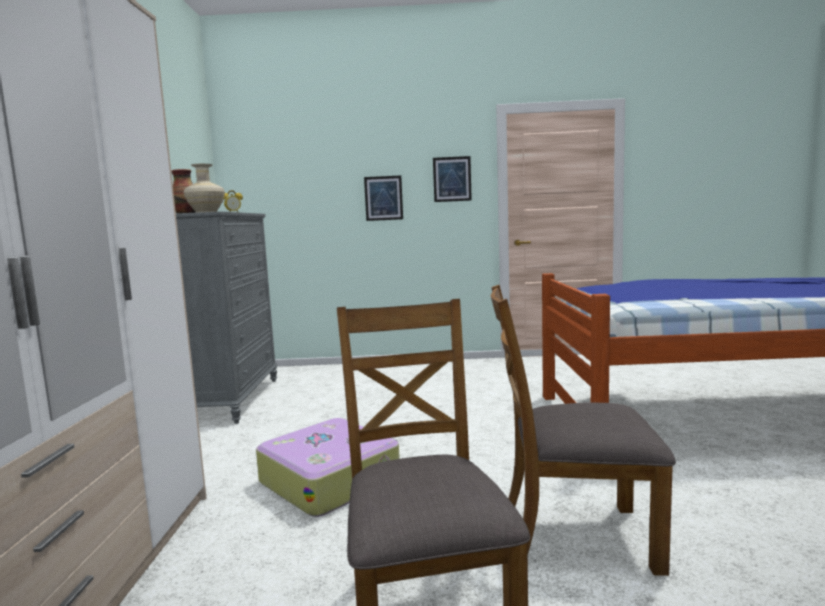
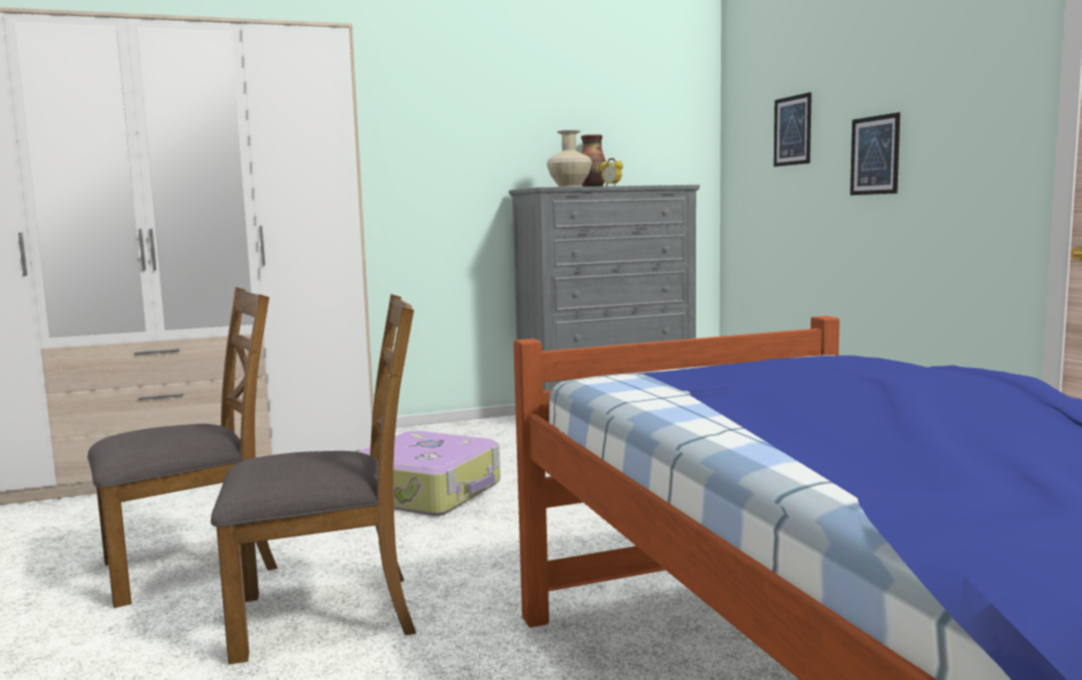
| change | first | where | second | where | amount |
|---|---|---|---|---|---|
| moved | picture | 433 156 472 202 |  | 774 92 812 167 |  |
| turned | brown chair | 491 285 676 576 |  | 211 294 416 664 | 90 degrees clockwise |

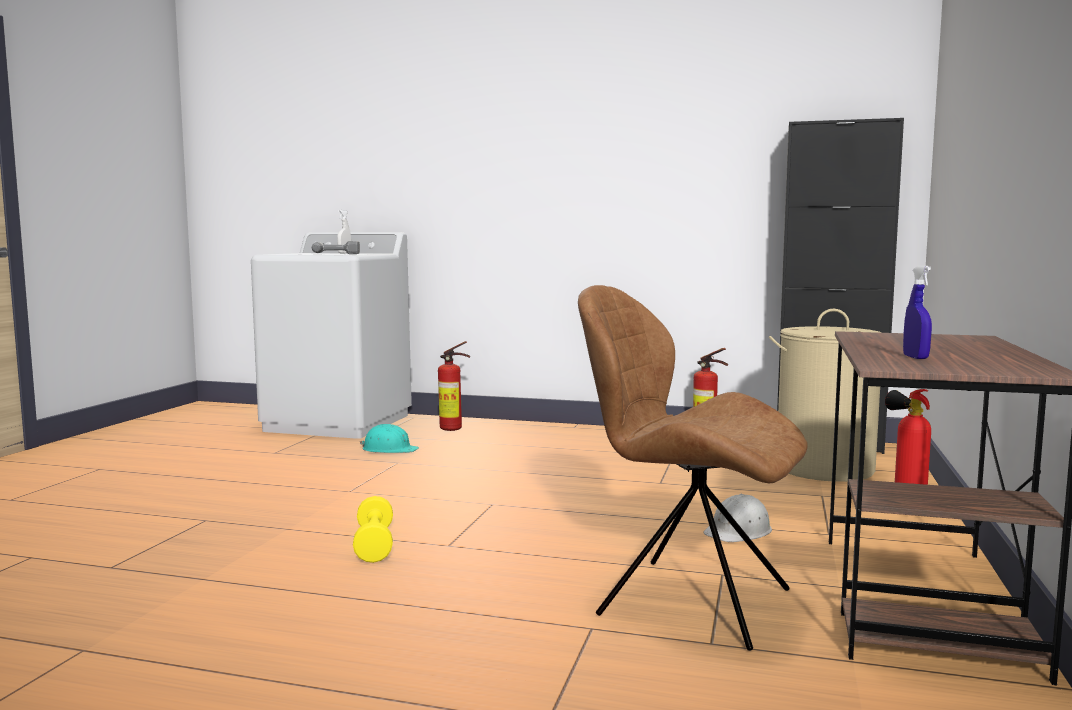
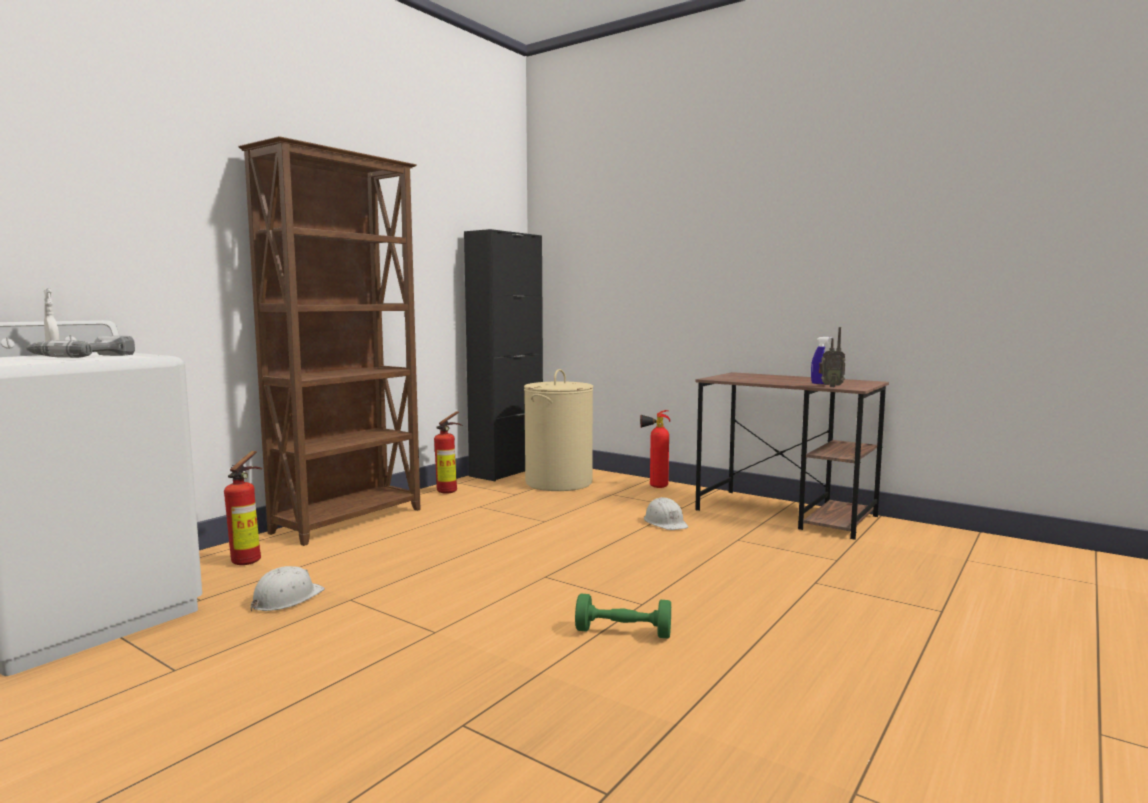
| change | first | where | second | where | amount |
|---|---|---|---|---|---|
| recoloured | yellow dumbbell | 353 496 393 563 | green dumbbell | 575 594 671 639 |  |
| recoloured | turquoise hard hat | 360 424 419 453 | white hard hat | 251 566 325 612 |  |
| removed | brown chair | 578 285 808 651 |  |  |  |
| added |  |  | brown bookcase | 238 136 421 546 |  |
| added |  |  | radio | 819 327 846 387 |  |

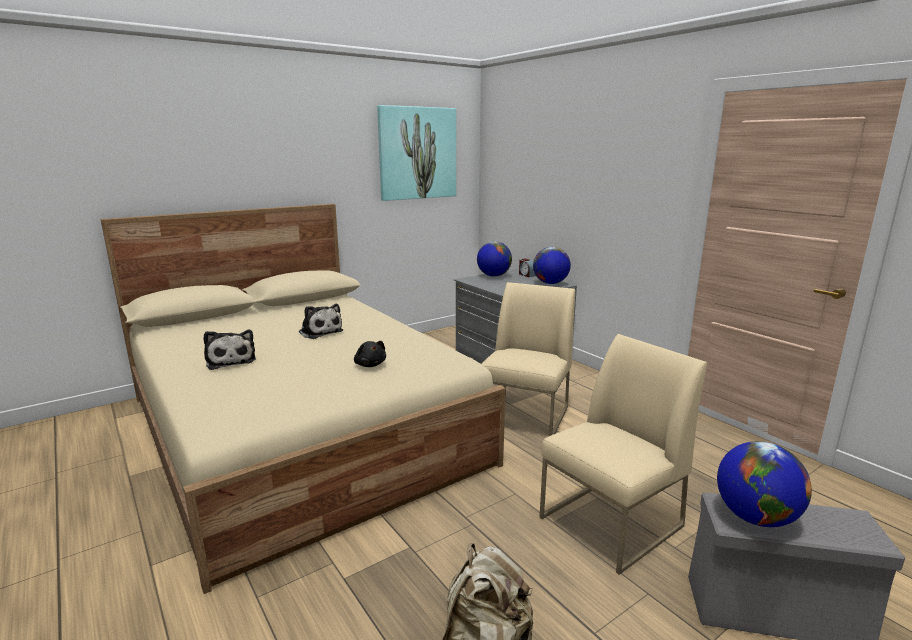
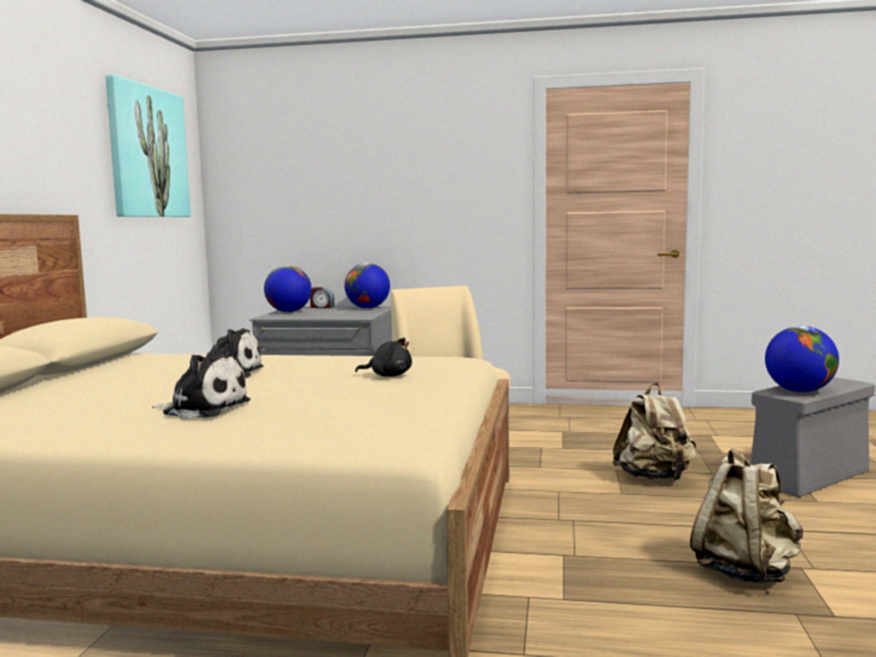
| change | first | where | second | where | amount |
|---|---|---|---|---|---|
| replaced | beige chair | 540 334 707 575 | beige backpack | 613 383 697 480 |  |

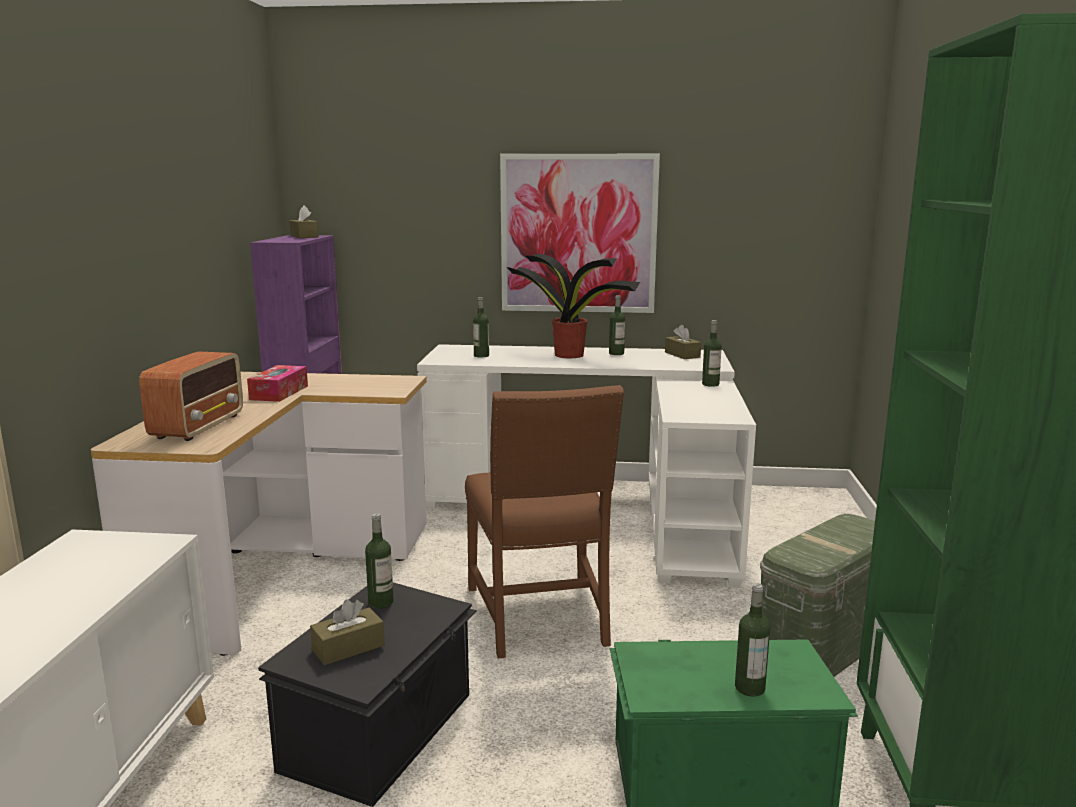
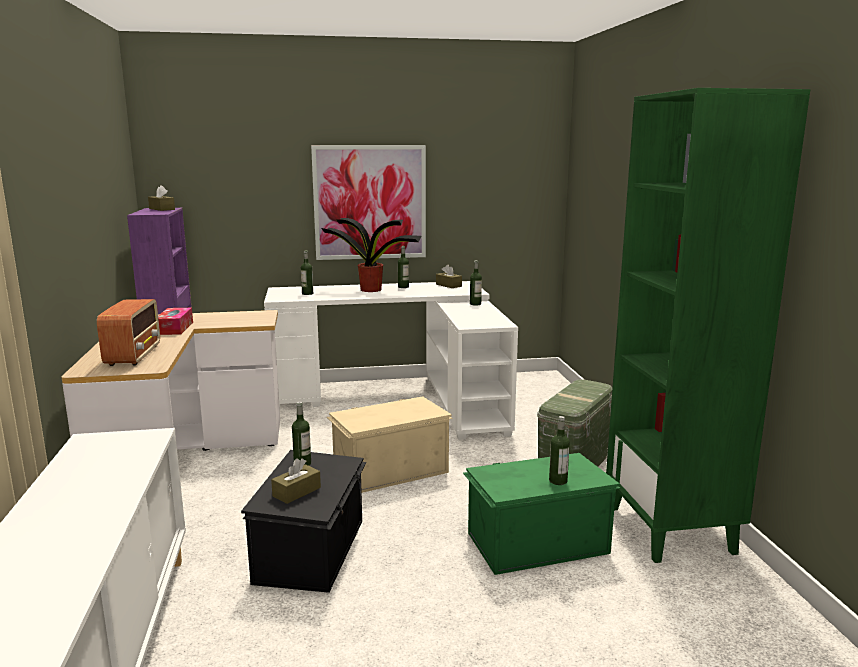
| change | first | where | second | where | amount |
|---|---|---|---|---|---|
| replaced | brown chair | 465 385 624 658 | beige storage box | 327 396 453 493 |  |

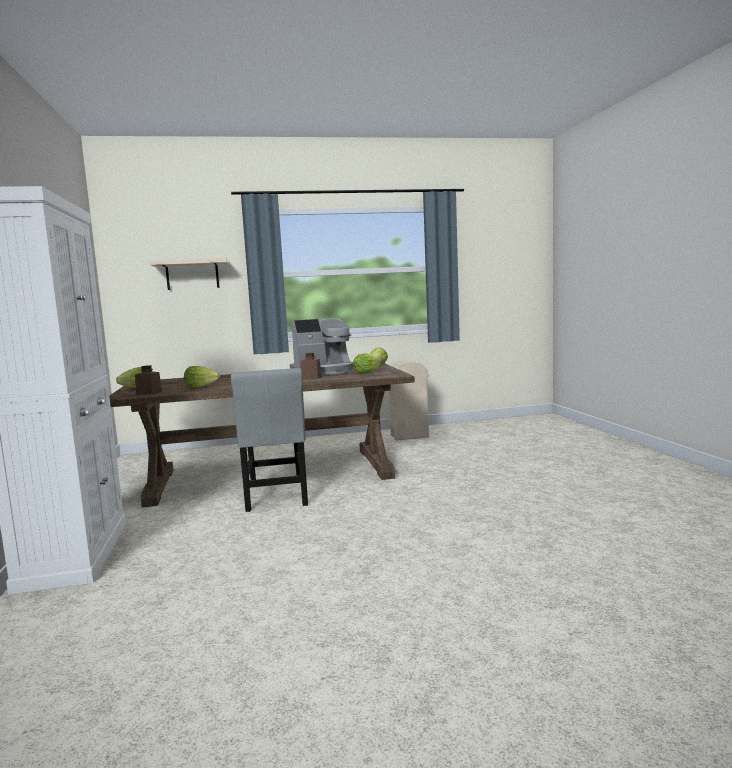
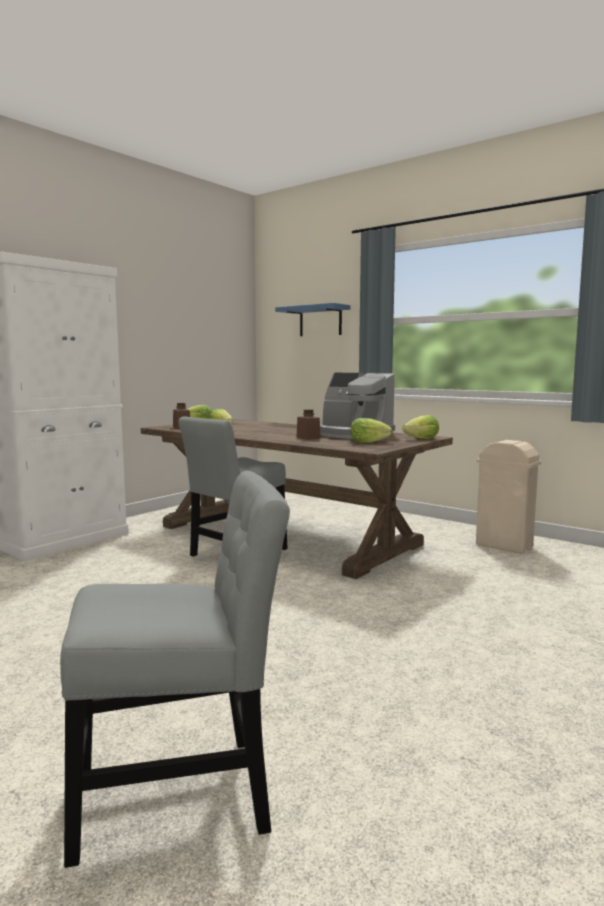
| change | first | where | second | where | amount |
|---|---|---|---|---|---|
| recoloured | beige shelf | 150 258 228 290 | blue shelf | 275 303 351 336 |  |
| added |  |  | grey chair | 60 470 290 868 |  |

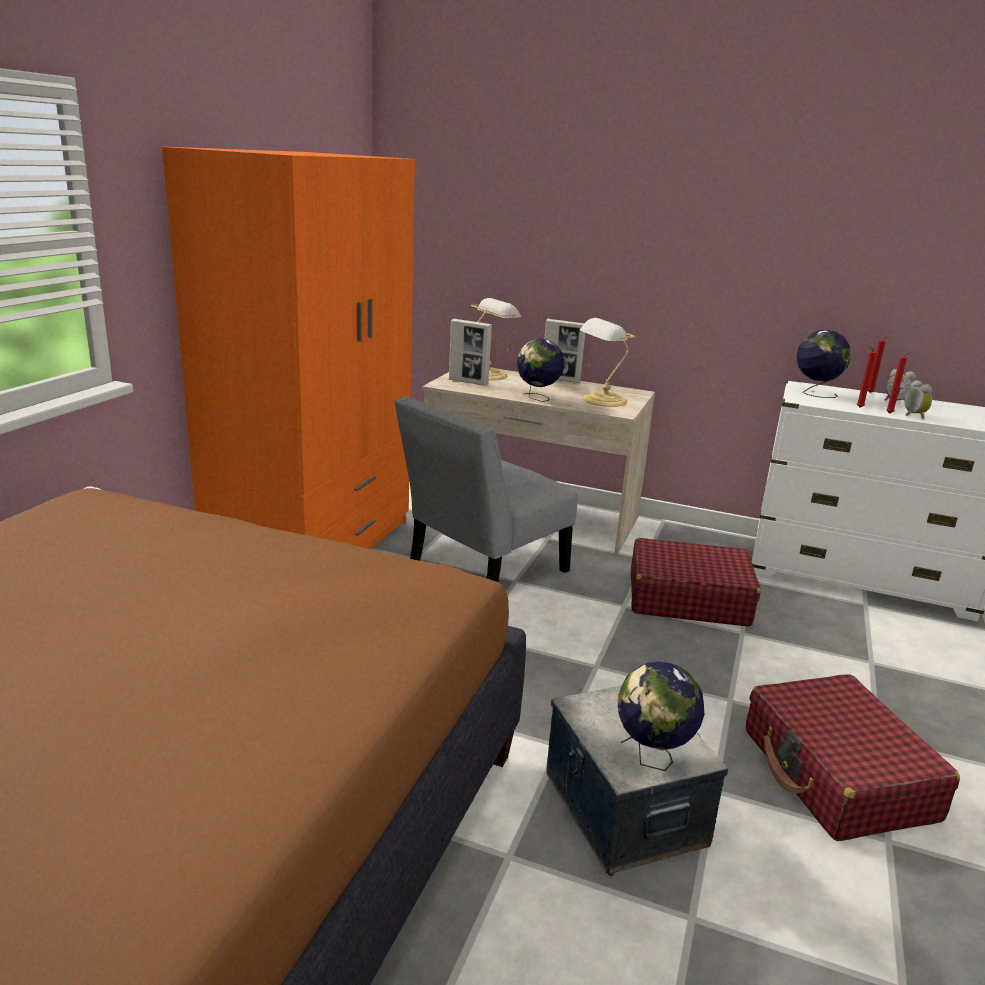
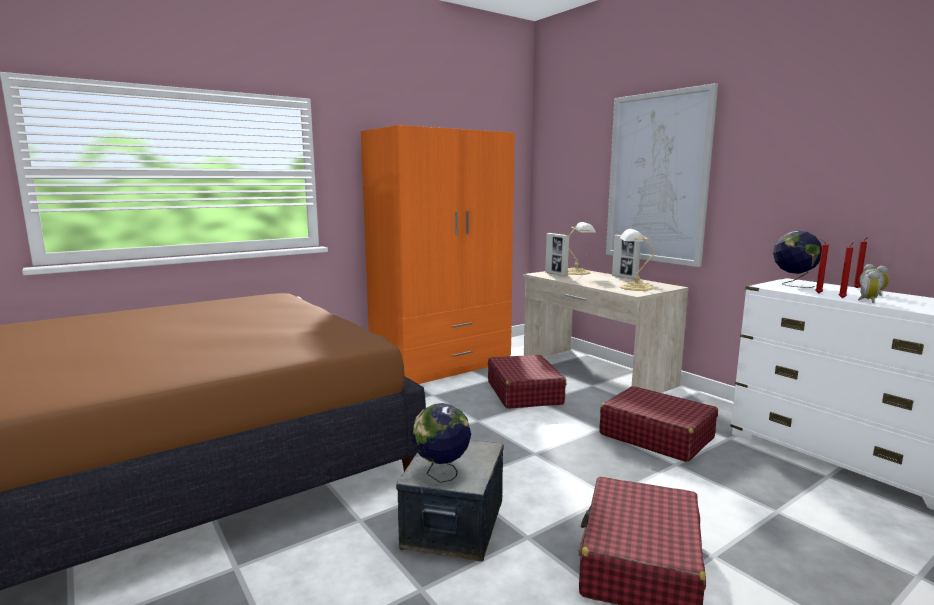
| change | first | where | second | where | amount |
|---|---|---|---|---|---|
| replaced | grey chair | 394 396 578 582 | red suitcase | 488 355 566 409 |  |
| removed | globe | 516 339 565 402 |  |  |  |
| added |  |  | picture | 606 83 718 267 |  |

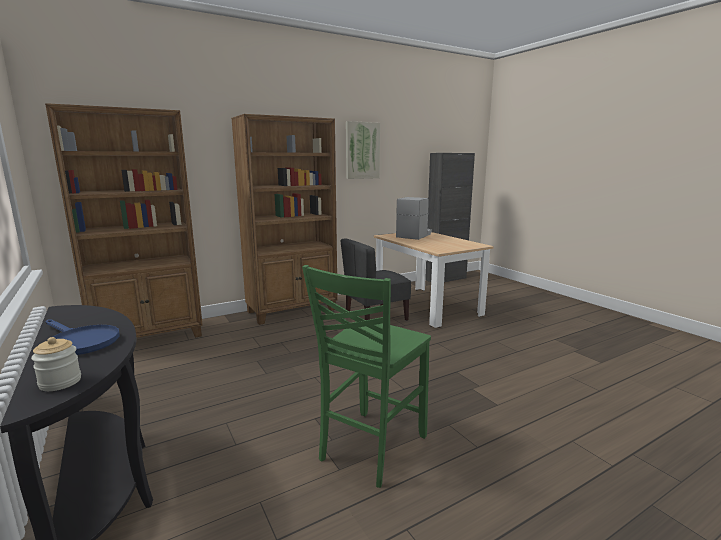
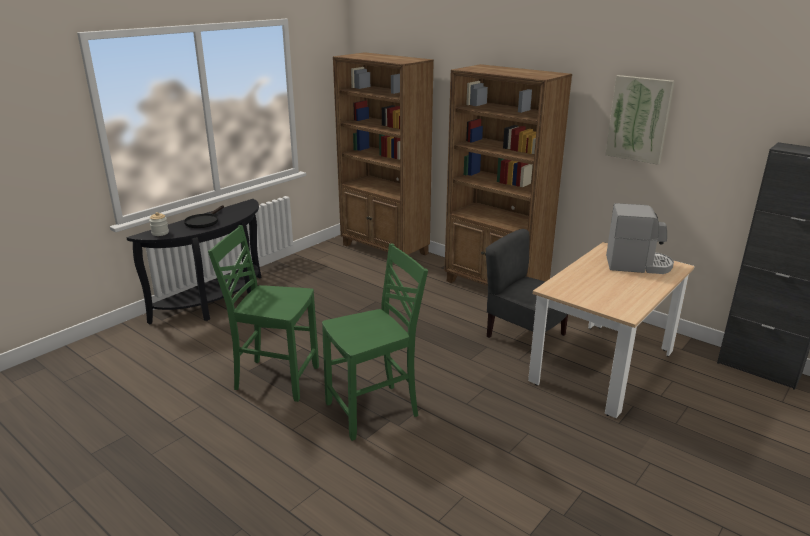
| change | first | where | second | where | amount |
|---|---|---|---|---|---|
| recoloured | blue frying pan | 46 319 119 355 | black frying pan | 184 205 224 228 |  |
| added |  |  | green chair | 322 244 428 441 |  |

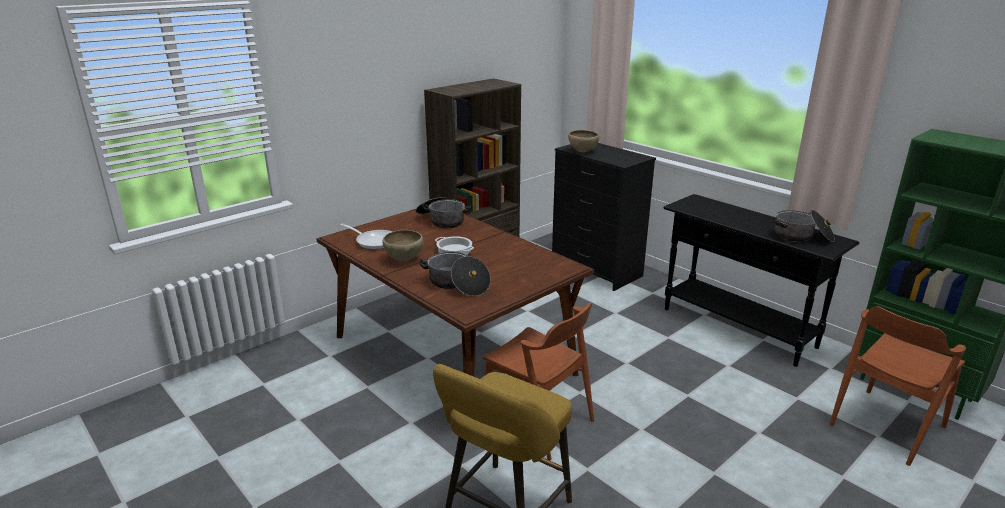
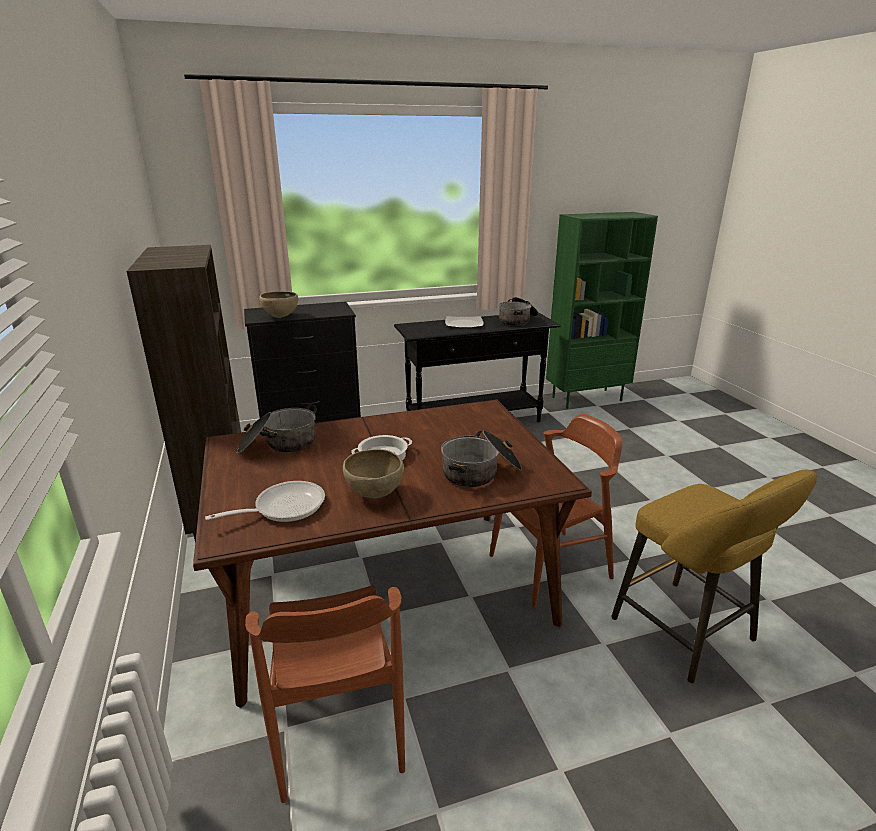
| change | first | where | second | where | amount |
|---|---|---|---|---|---|
| moved | brown chair | 829 307 966 466 |  | 245 585 405 803 |  |
| added |  |  | plate | 445 316 484 328 |  |

